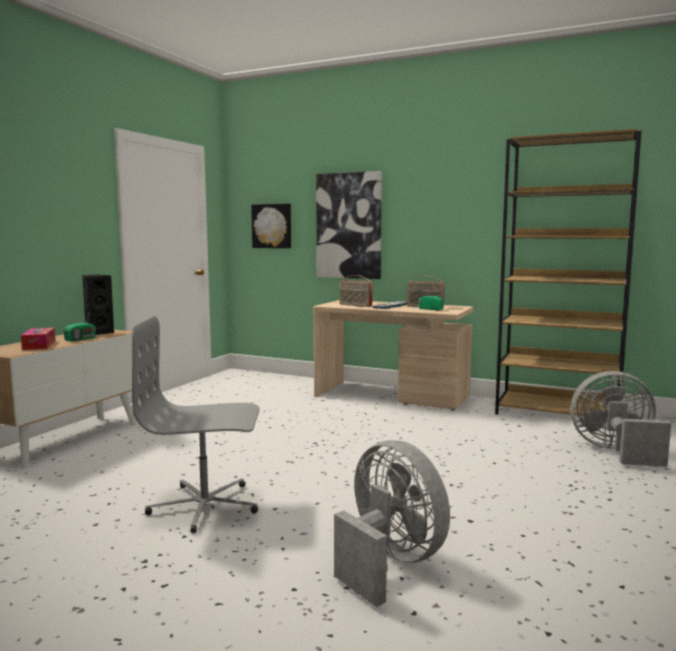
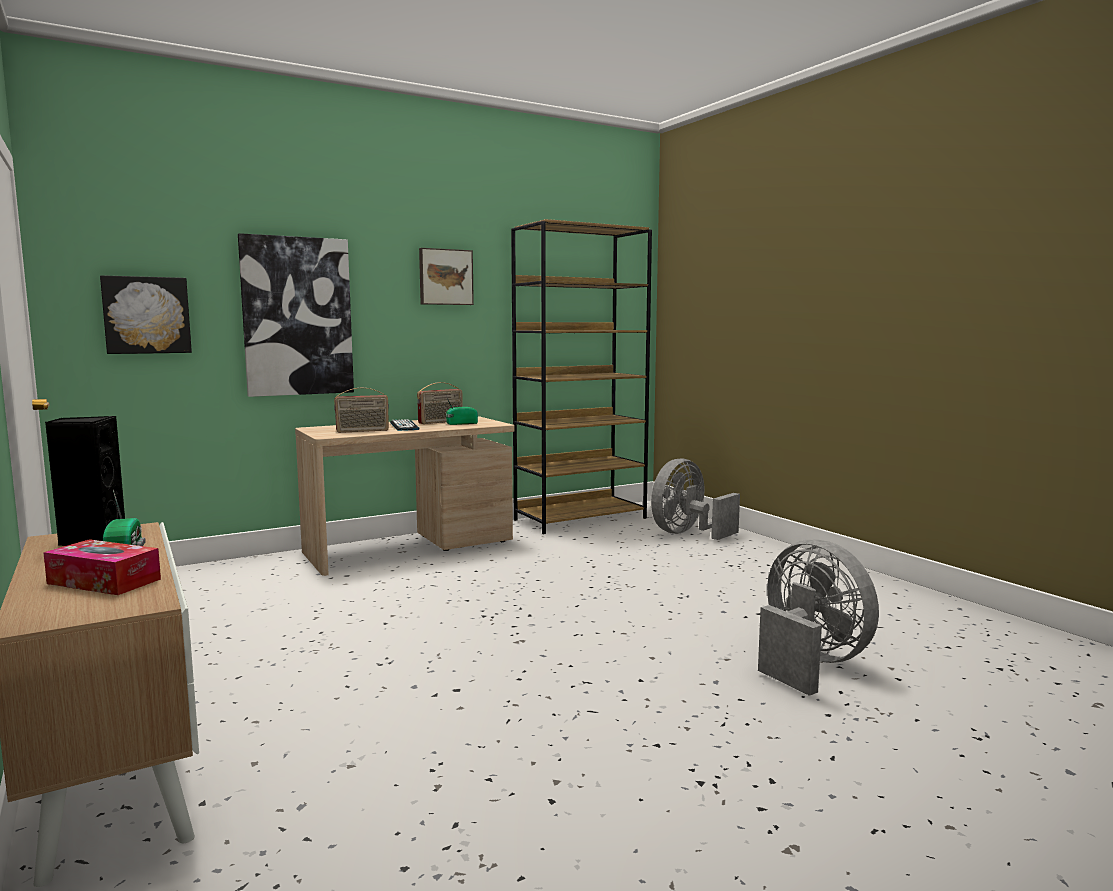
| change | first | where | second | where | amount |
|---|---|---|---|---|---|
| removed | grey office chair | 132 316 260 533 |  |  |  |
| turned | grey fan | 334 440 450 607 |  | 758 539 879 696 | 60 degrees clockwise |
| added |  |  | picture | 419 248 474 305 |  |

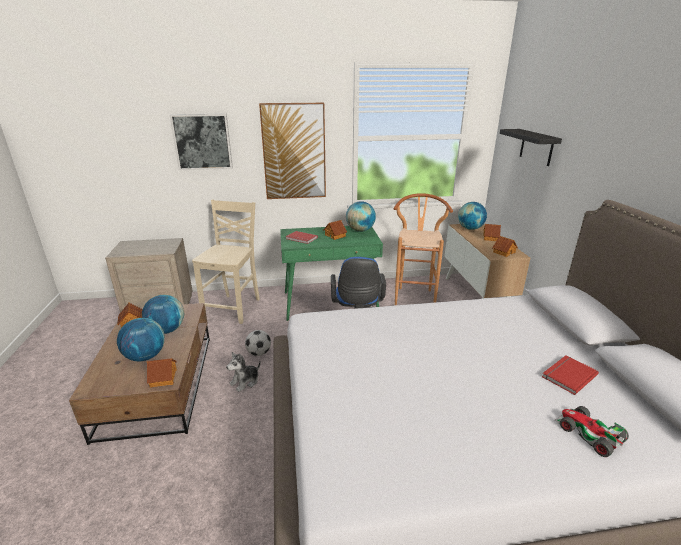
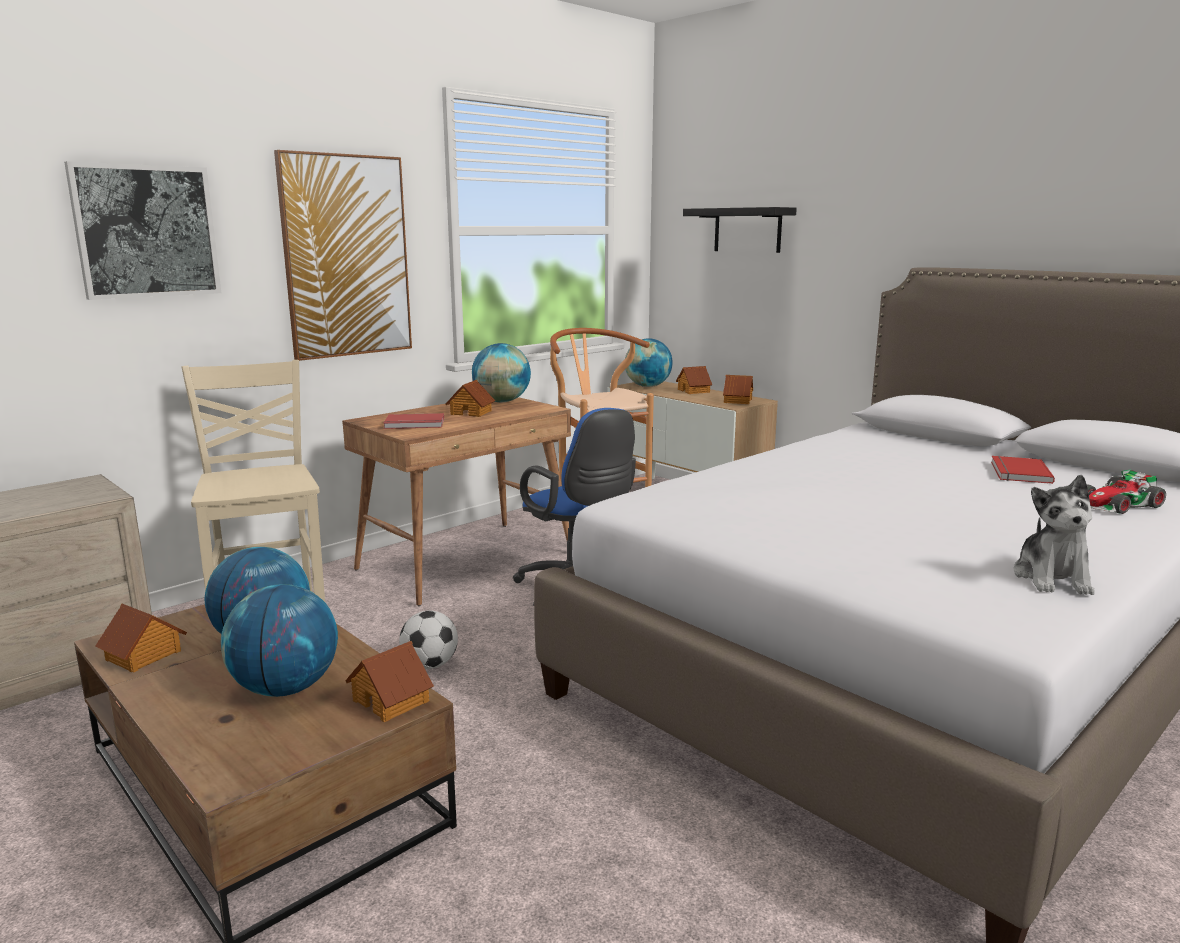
| change | first | where | second | where | amount |
|---|---|---|---|---|---|
| moved | plush toy | 226 352 260 392 |  | 1014 475 1095 595 |  |
| recoloured | green desk | 280 226 383 321 | brown desk | 342 397 571 606 |  |
| turned | toy car | 555 406 629 457 |  | 1087 470 1166 514 | 45 degrees counterclockwise |

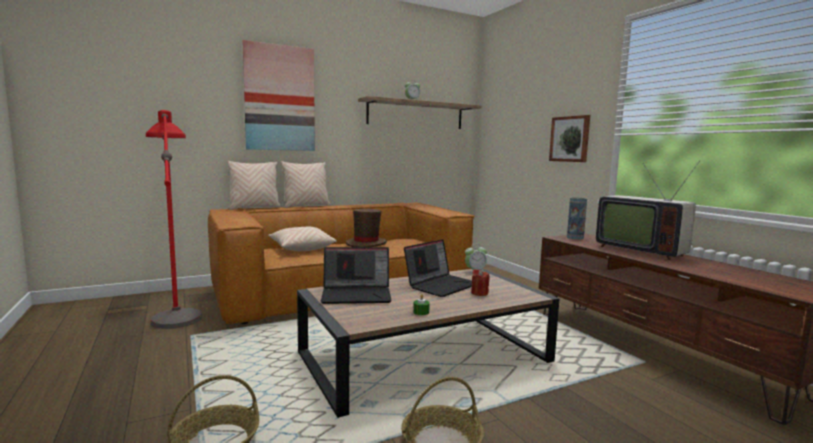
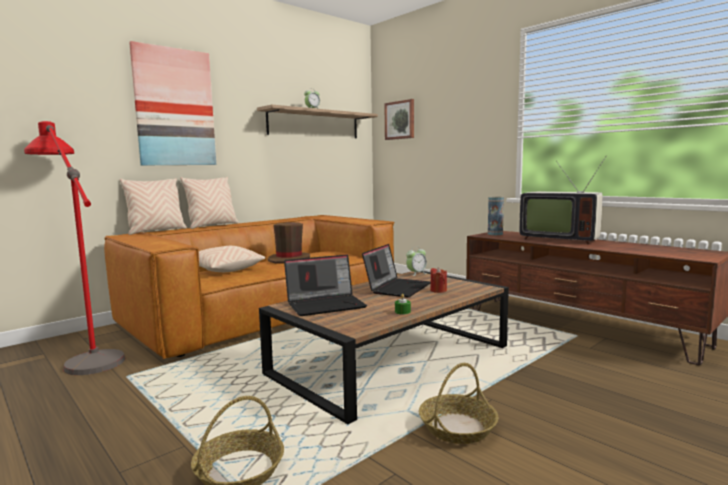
| change | first | where | second | where | amount |
|---|---|---|---|---|---|
| moved | picture | 549 115 590 162 |  | 384 99 414 140 |  |

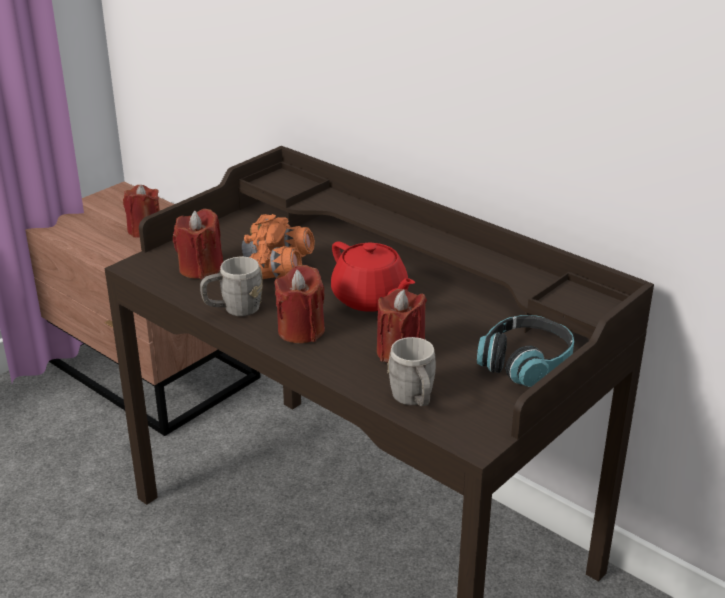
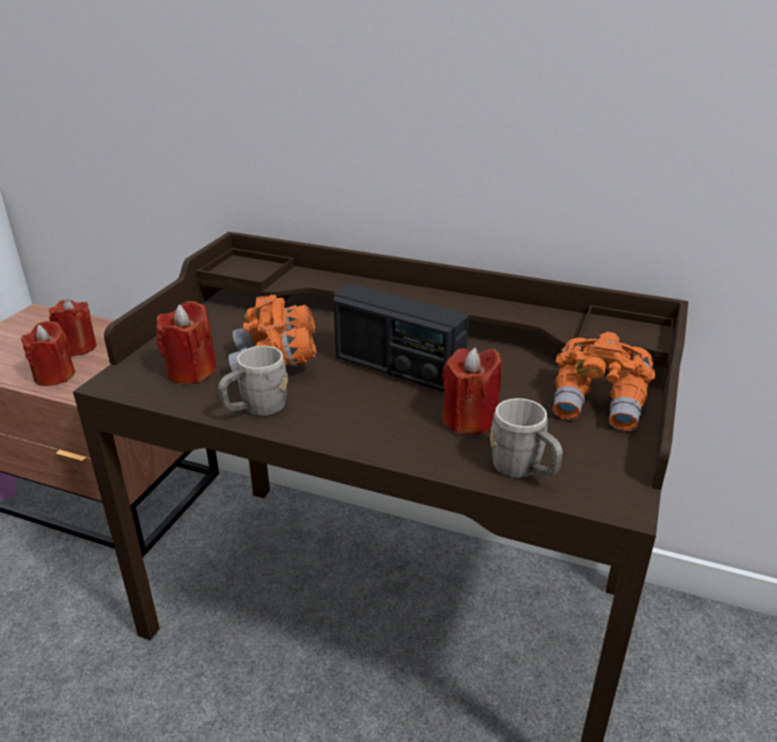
| change | first | where | second | where | amount |
|---|---|---|---|---|---|
| moved | red candle | 274 265 325 343 |  | 21 321 75 386 |  |
| replaced | red teapot | 331 242 415 312 | radio | 333 283 469 392 |  |
| replaced | headphones | 477 315 574 387 | orange binoculars | 553 332 655 431 |  |

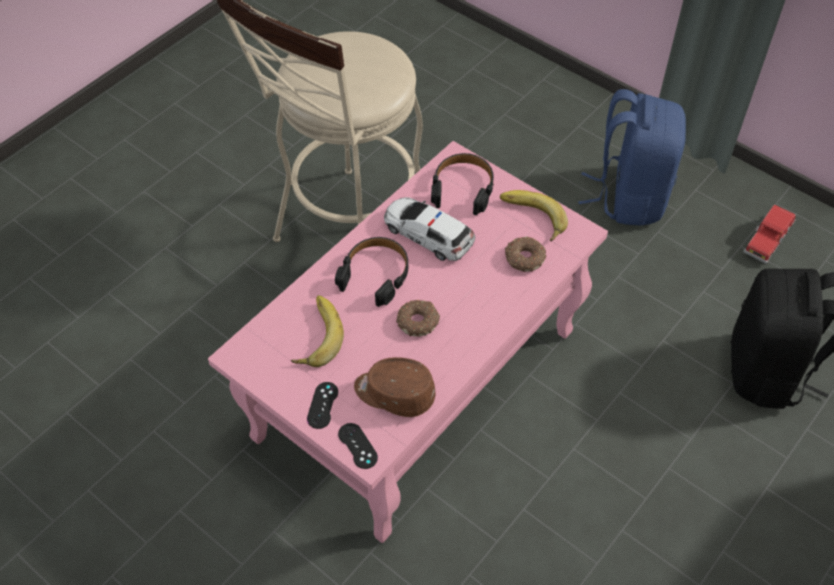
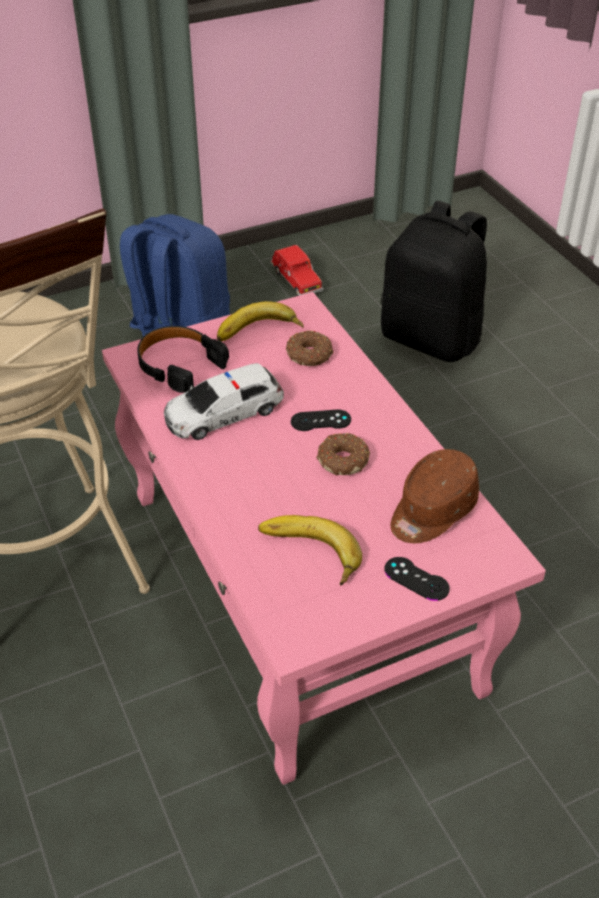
| change | first | where | second | where | amount |
|---|---|---|---|---|---|
| removed | black headphones | 335 237 408 307 |  |  |  |
| moved | black game controller | 338 423 378 469 |  | 291 410 351 431 |  |

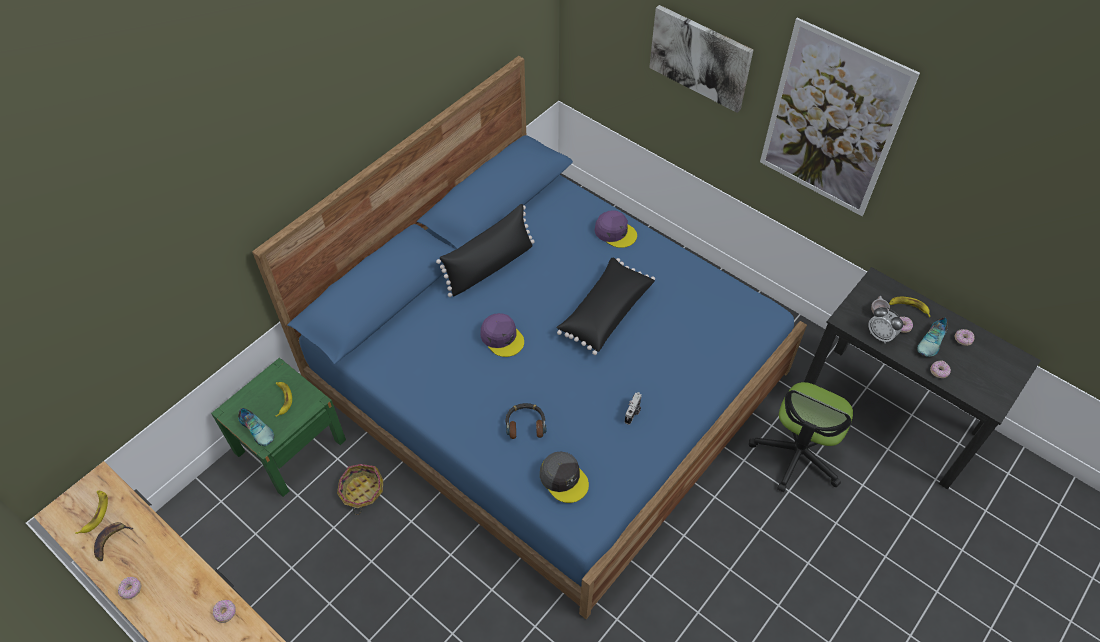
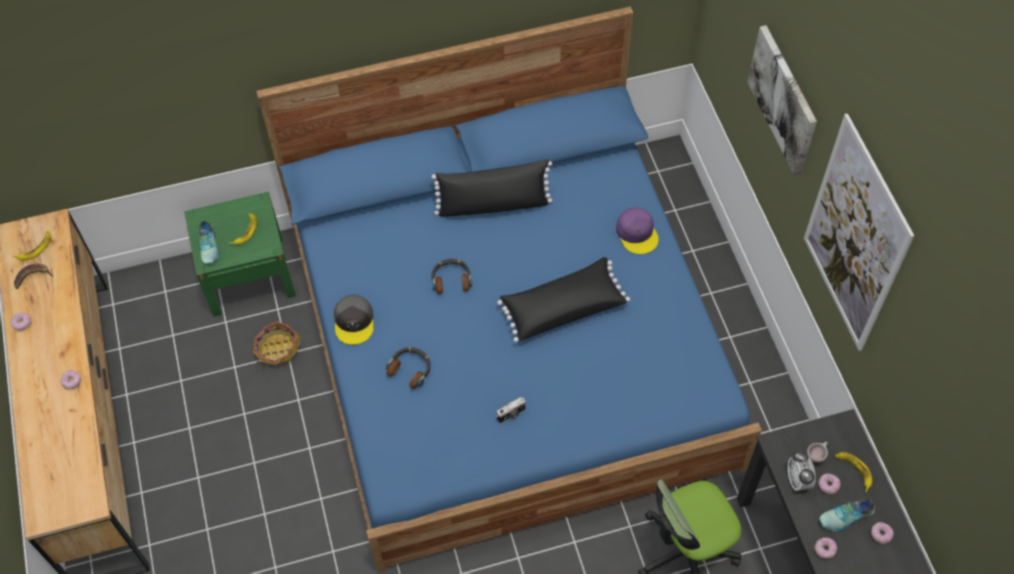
| change | first | where | second | where | amount |
|---|---|---|---|---|---|
| replaced | purple cap | 481 313 524 357 | headphones | 431 259 472 294 |  |
| moved | grey cap | 540 452 589 503 |  | 334 294 374 345 |  |

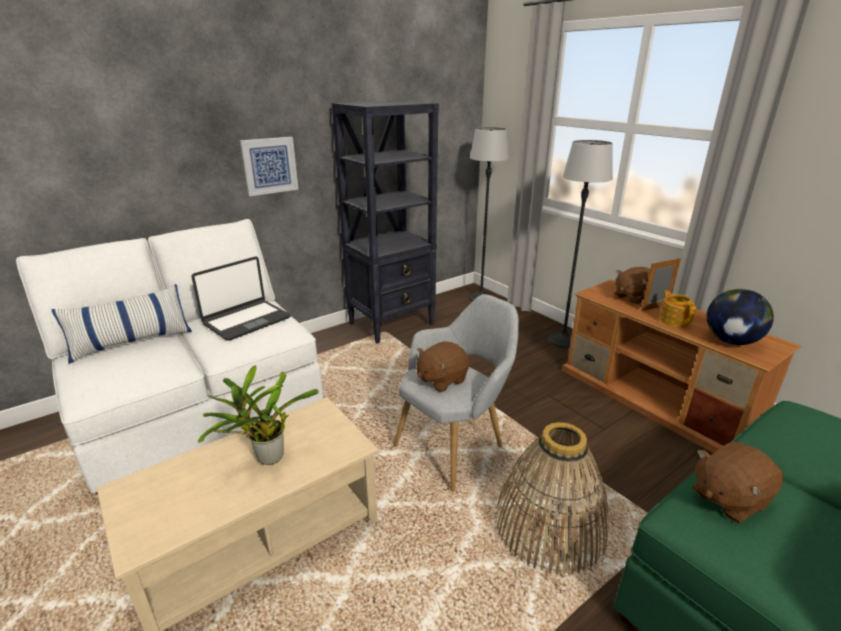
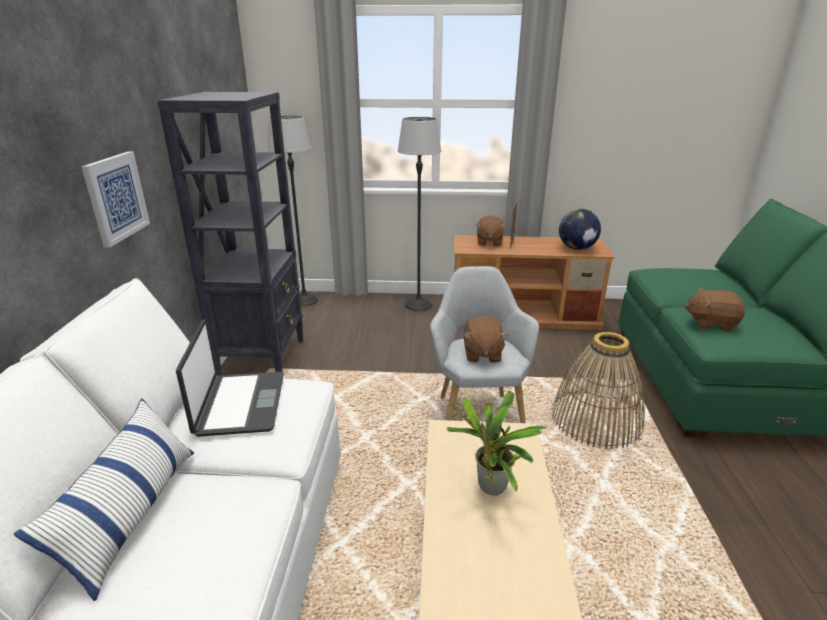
| change | first | where | second | where | amount |
|---|---|---|---|---|---|
| removed | teapot | 659 290 696 327 |  |  |  |
| turned | brown plush toy | 693 442 783 523 |  | 685 287 745 332 | 90 degrees clockwise |

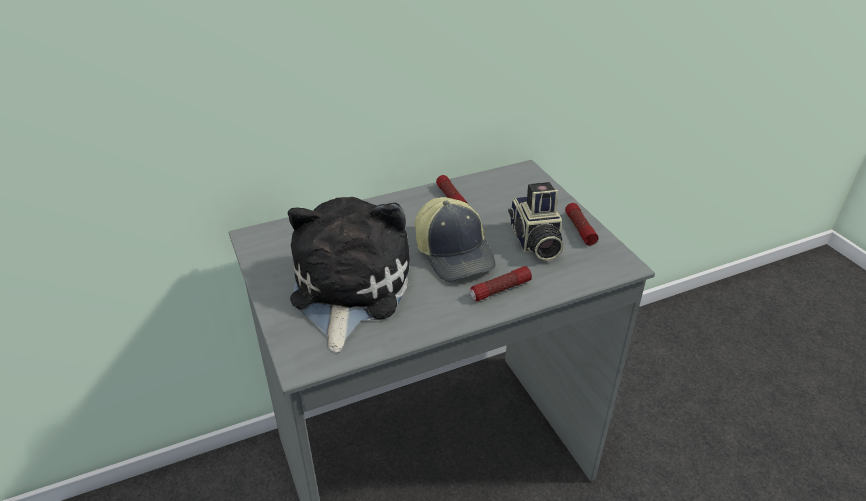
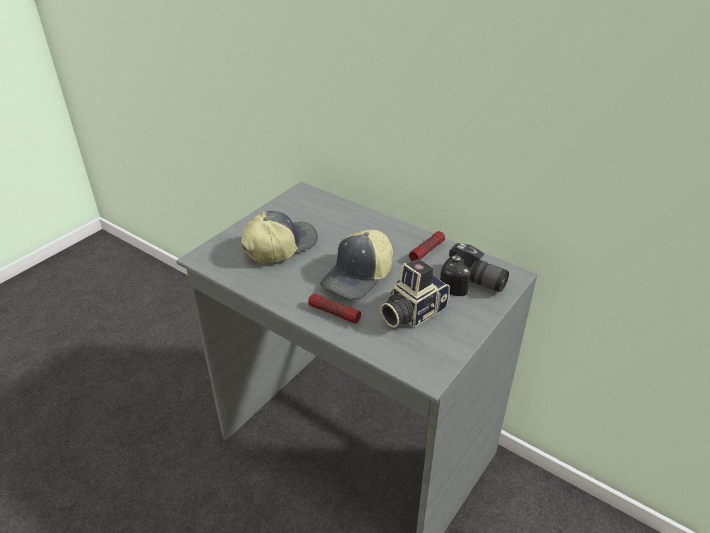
| change | first | where | second | where | amount |
|---|---|---|---|---|---|
| replaced | plush toy | 288 197 410 352 | cap | 241 211 318 264 |  |
| removed | flashlight | 565 203 598 245 |  |  |  |
| added |  |  | photo camera | 440 243 509 296 |  |

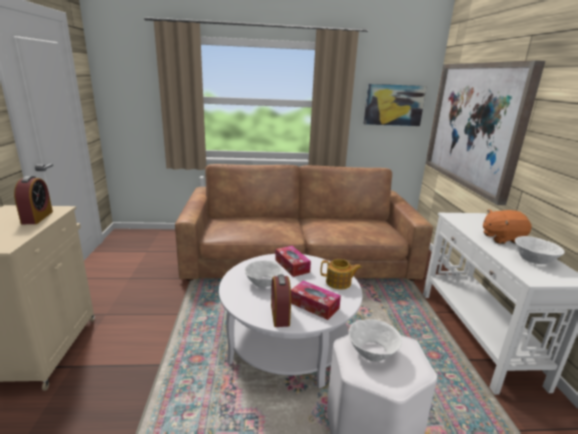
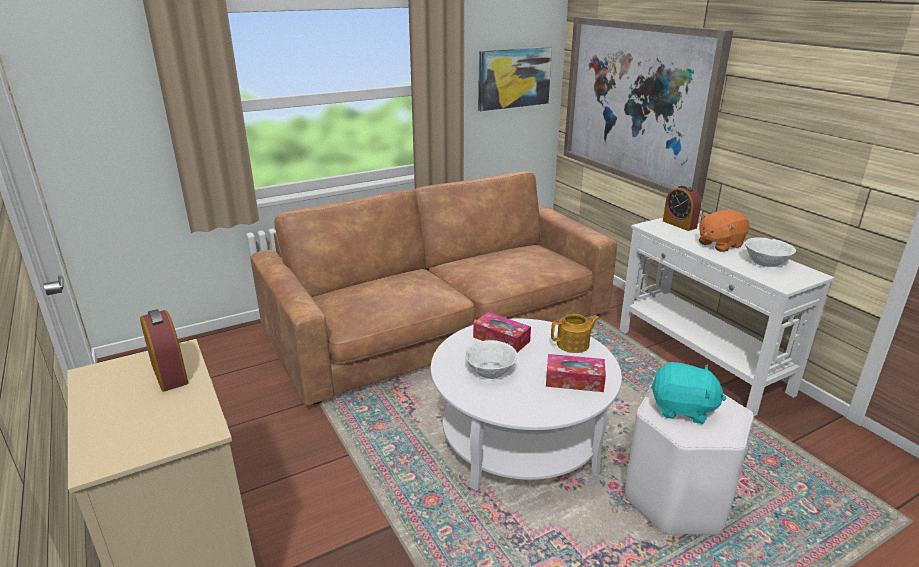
| change | first | where | second | where | amount |
|---|---|---|---|---|---|
| moved | alarm clock | 271 275 291 327 |  | 663 185 701 231 |  |
| replaced | white bowl | 348 319 402 361 | turquoise plush toy | 651 362 727 424 |  |

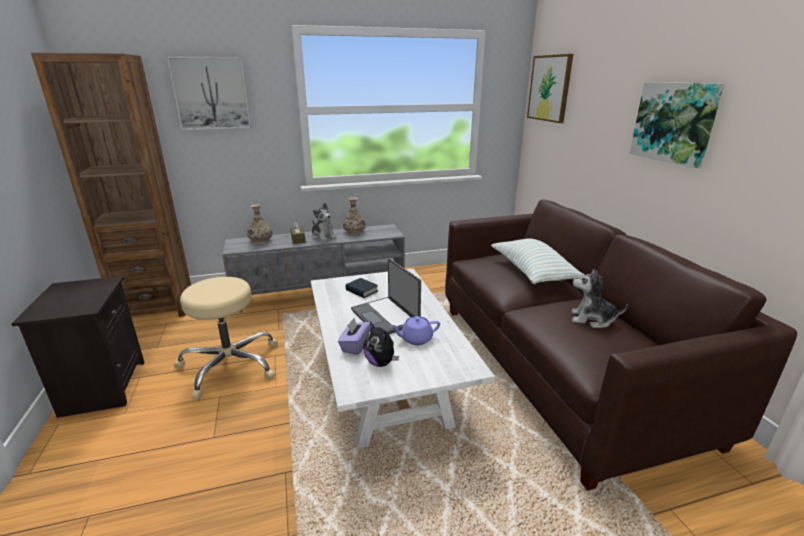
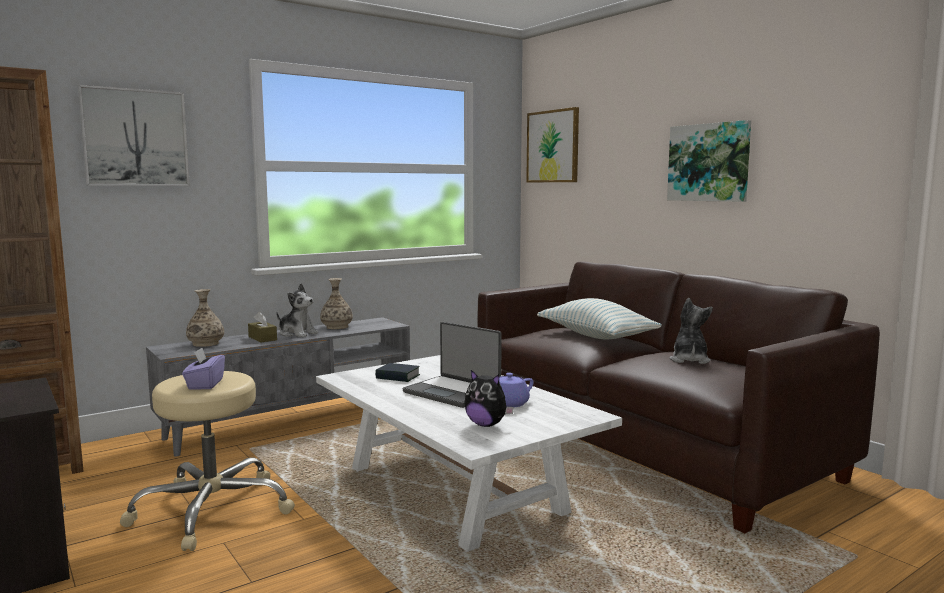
| change | first | where | second | where | amount |
|---|---|---|---|---|---|
| moved | purple tissue box | 338 318 371 355 |  | 182 347 225 390 |  |
| turned | plush toy | 571 269 628 328 |  | 670 298 713 364 | 105 degrees clockwise |

